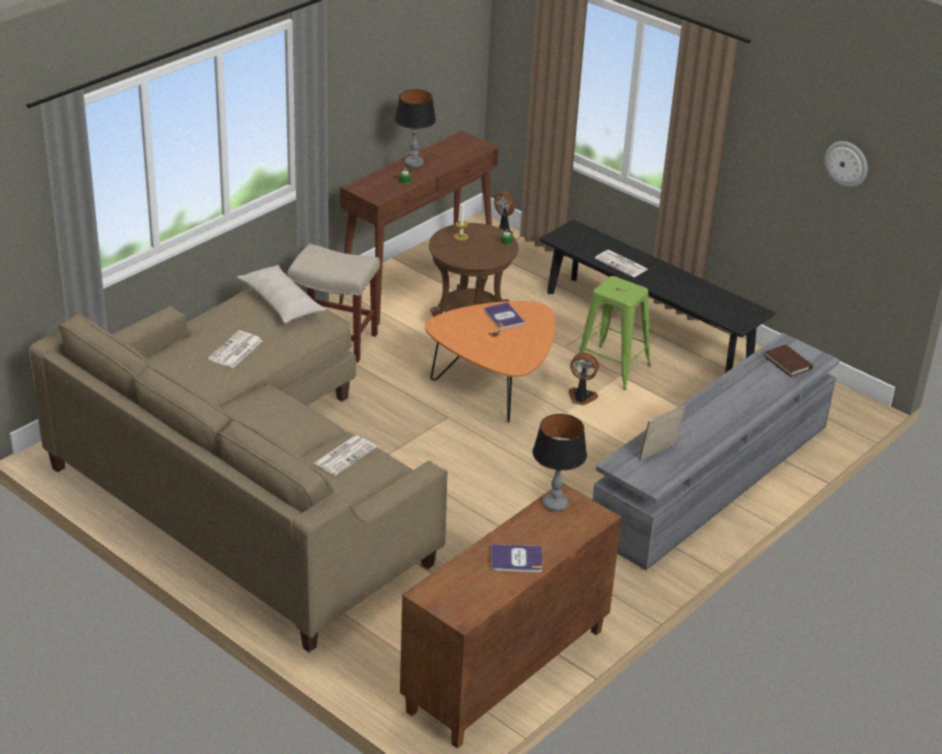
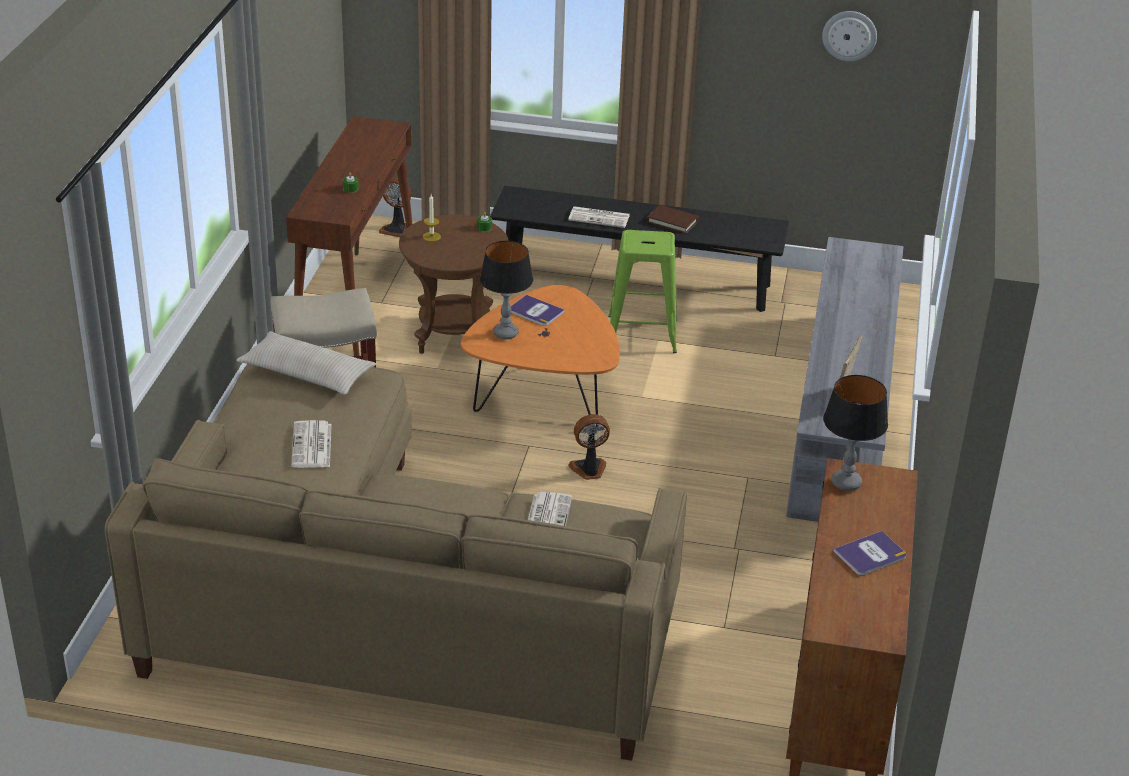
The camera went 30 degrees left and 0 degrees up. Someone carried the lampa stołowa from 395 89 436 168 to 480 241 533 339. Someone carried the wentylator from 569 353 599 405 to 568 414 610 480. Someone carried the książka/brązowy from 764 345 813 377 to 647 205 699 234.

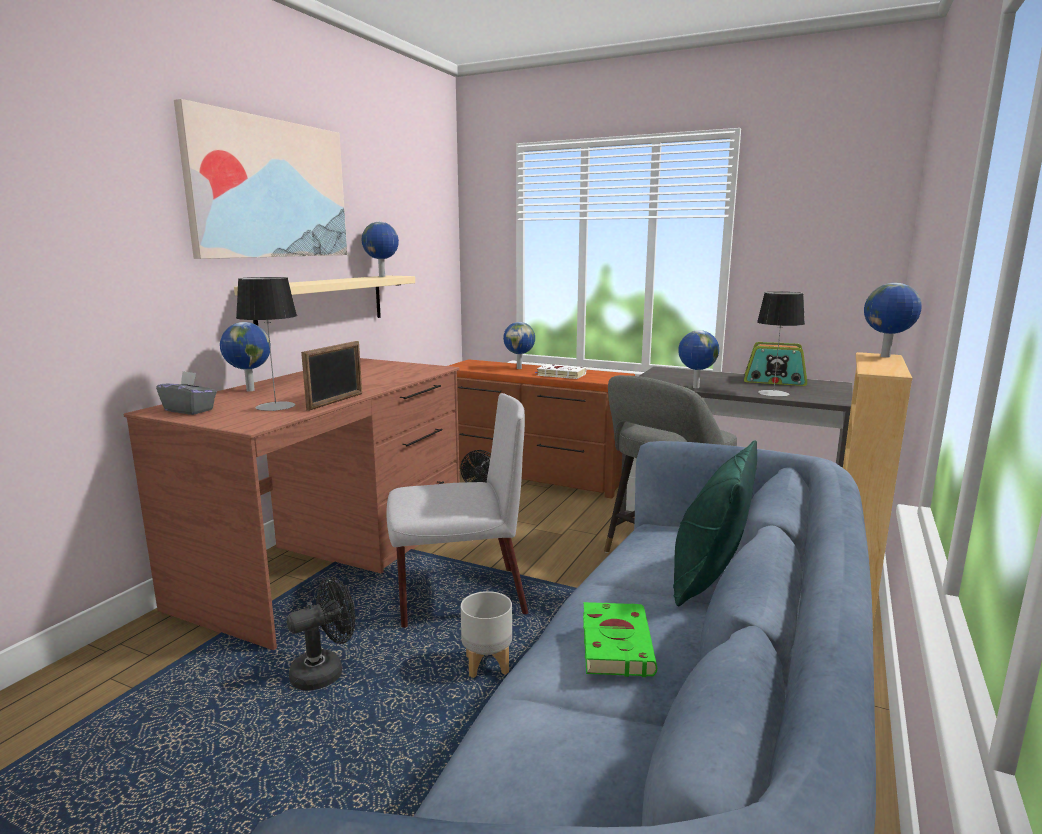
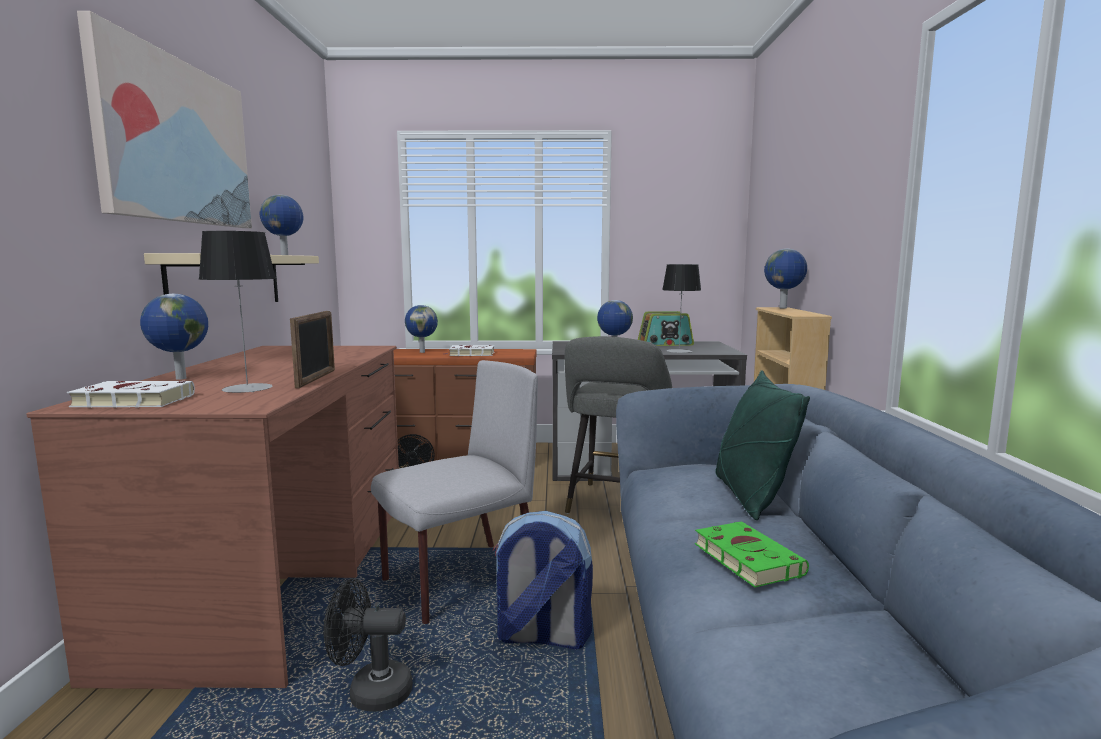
The camera went 25 degrees left and 5 degrees down. Someone swapped the pudełko chusteczek/szary at 156 371 217 415 for the książka/biały at 67 381 195 408. Someone rotated the wentylator/czarny at 287 577 355 691 by 120 degrees counterclockwise. Someone swapped the donica/szary at 461 591 512 678 for the plecak at 492 511 593 650.

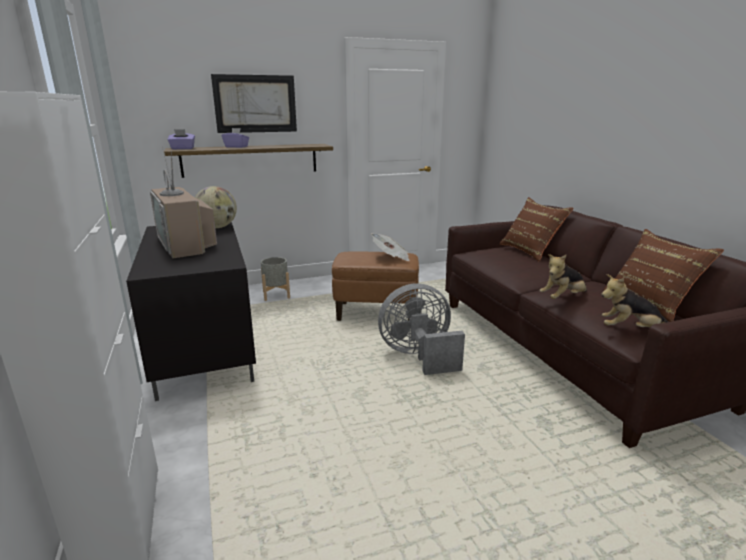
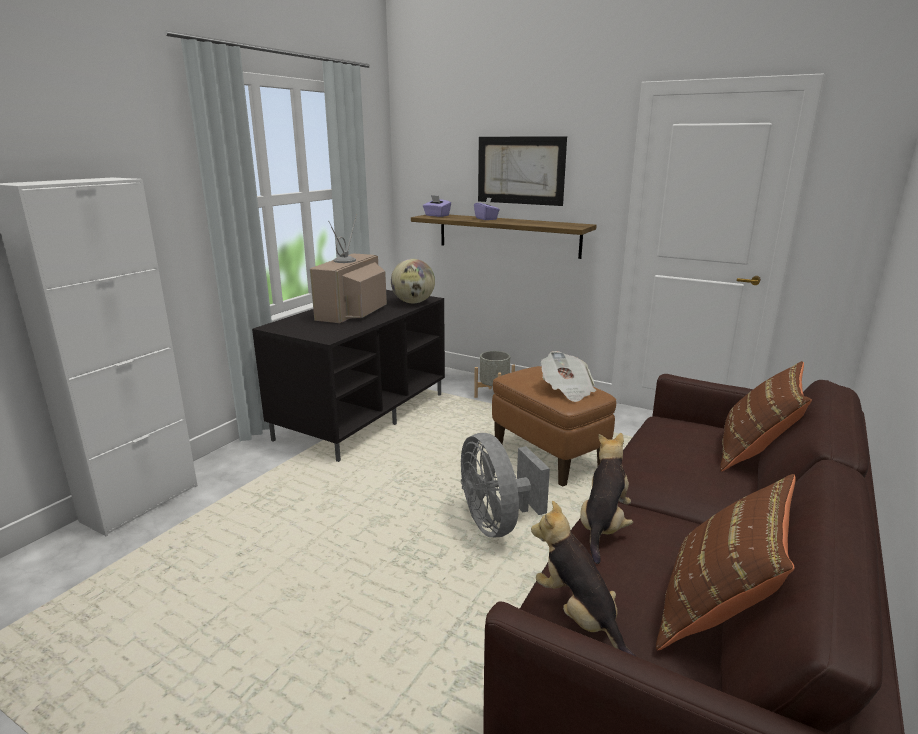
The camera went 50 degrees right and 0 degrees up. Someone rotated the wentylator/szary at 378 283 465 375 by 150 degrees counterclockwise. Someone rotated the pluszak at 539 254 587 299 by 90 degrees clockwise.

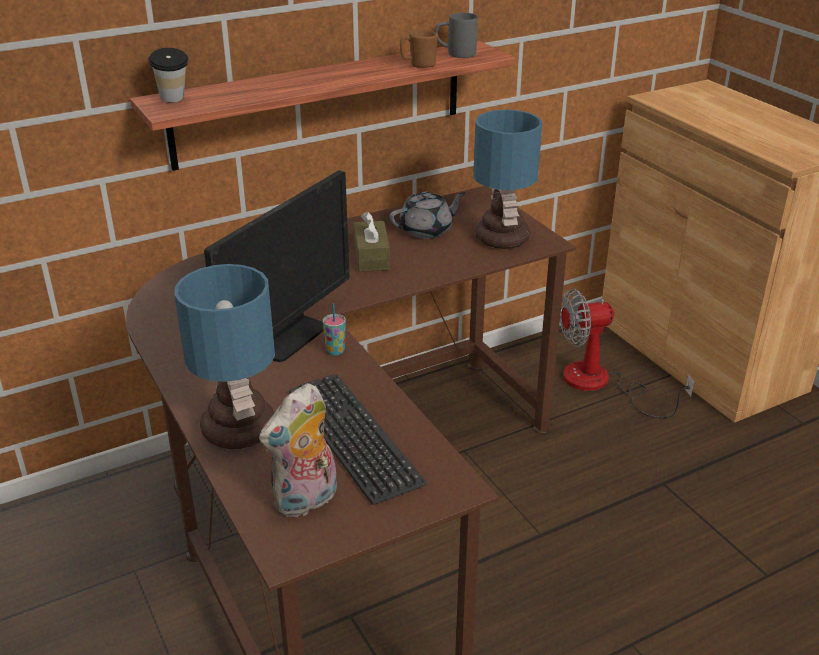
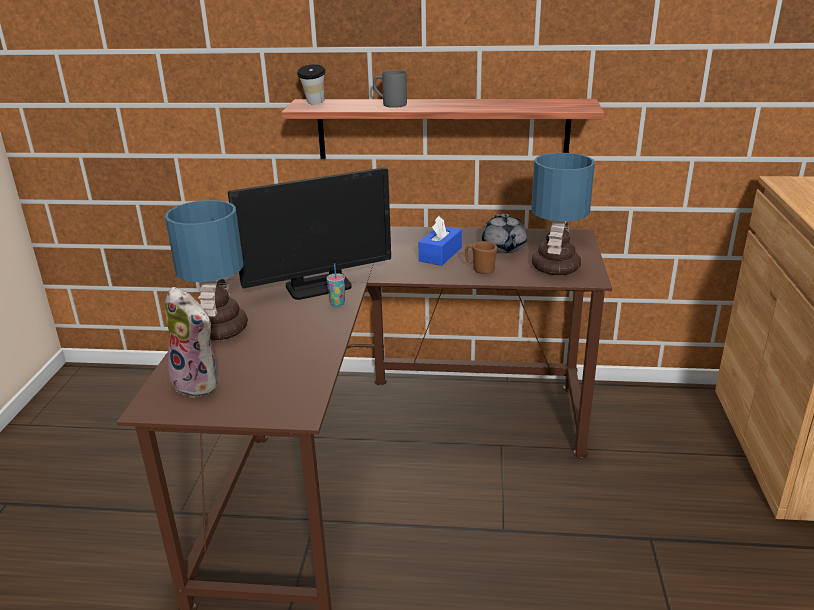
The camera went 35 degrees right and 5 degrees down. Someone rotated the pluszak at 259 383 337 517 by 135 degrees counterclockwise. Someone carried the kubek/szary from 435 13 478 58 to 373 70 407 108. Someone repainted the pudełko chusteczek/brązowy at 354 211 390 272, which became the pudełko chusteczek/niebieski at 419 216 462 266. Someone carried the kubek/brązowy from 400 30 438 68 to 465 241 497 274. Someone rotated the imbryk/szary at 389 192 466 239 by 75 degrees clockwise. Someone took away the klawiatura at 289 374 426 505. Someone took away the wentylator at 560 288 694 418.

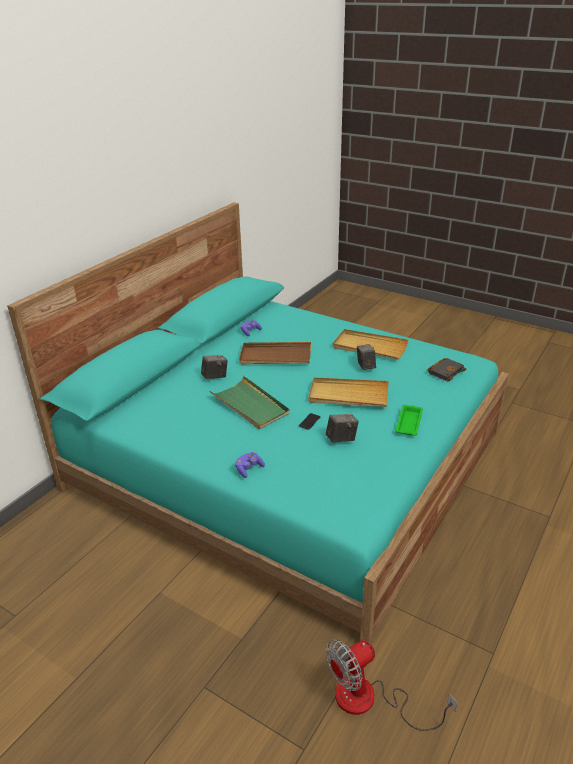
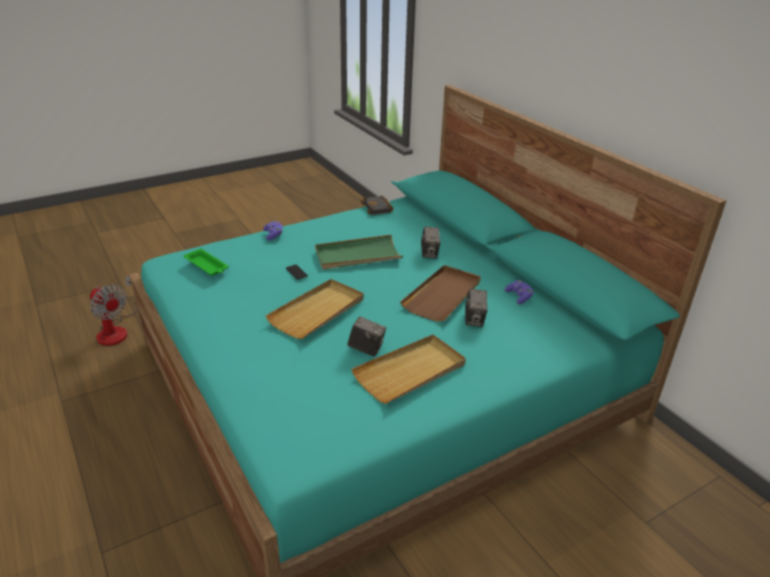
The camera went 115 degrees right and 0 degrees up. Someone rotated the wentylator at 326 640 457 731 by 135 degrees clockwise. Someone carried the taca/zielony from 395 405 423 436 to 184 248 229 276. Someone carried the książka/czarny from 427 358 466 381 to 360 196 394 215. Someone carried the aparat fotograficzny from 326 414 359 443 to 465 289 487 327.

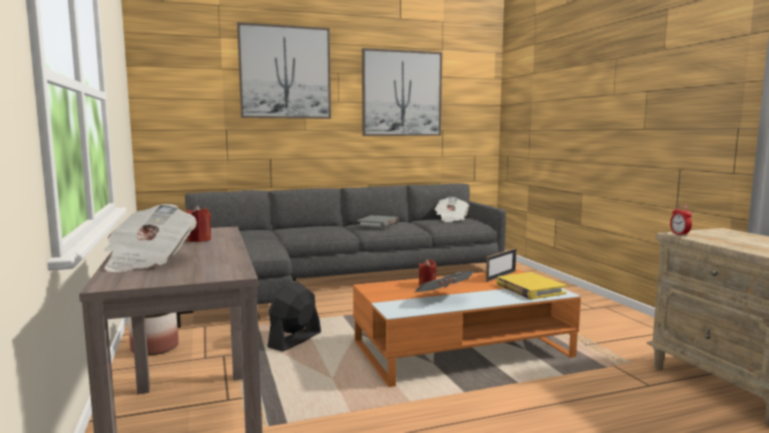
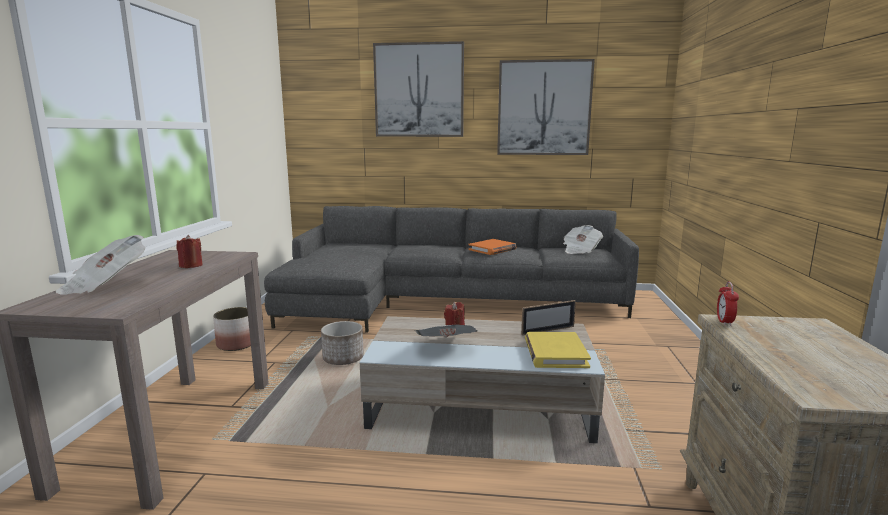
The camera went 25 degrees right and 5 degrees up. Someone swapped the wentylator/czarny at 267 281 321 352 for the donica at 321 321 364 365. Someone repainted the ława/pomarańczowy at 353 269 581 387, which became the ława/beżowy at 360 316 605 443. Someone repainted the książka/szary at 357 215 398 228, which became the książka/pomarańczowy at 468 239 516 255.

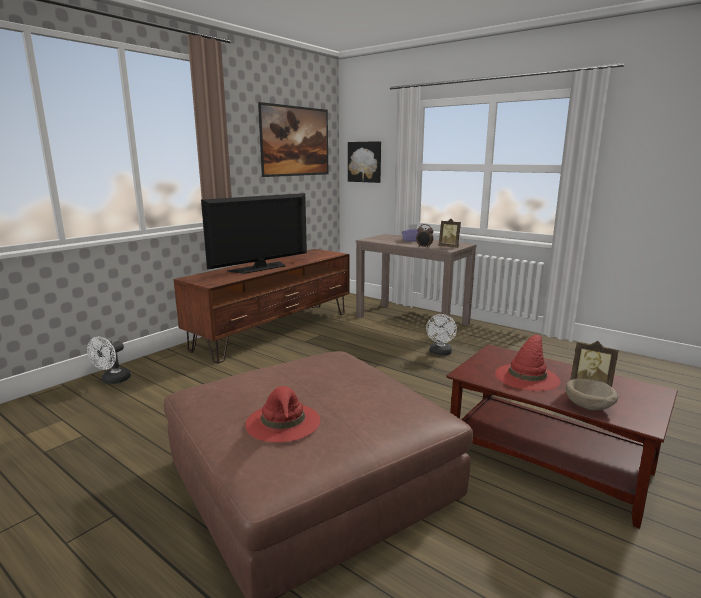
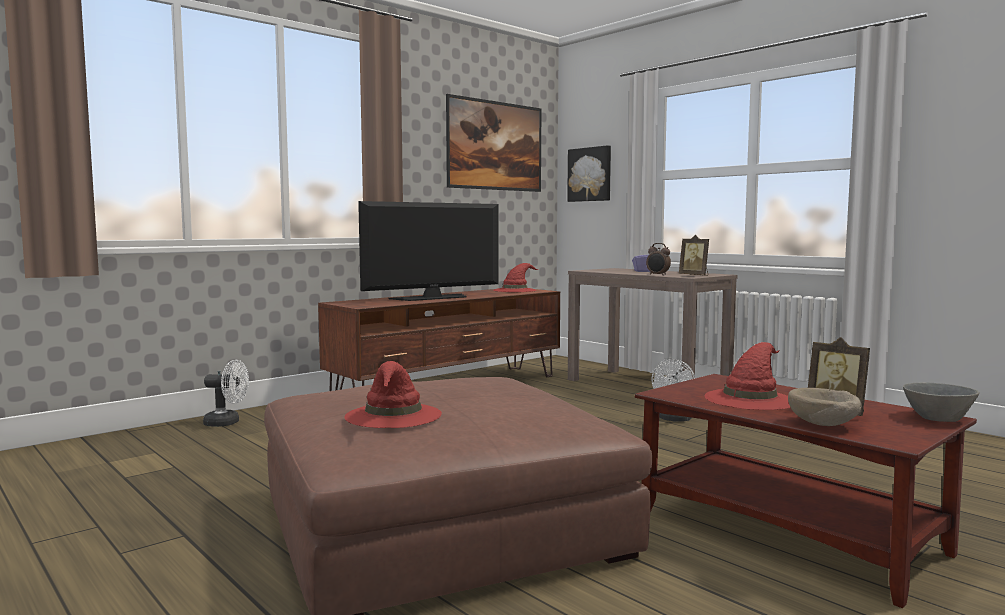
The camera went 10 degrees right and 10 degrees down. Someone rotated the wentylator/biały at 87 337 131 384 by 120 degrees counterclockwise. Someone put down the kapelusz/czerwony at 493 263 538 292. Someone put down the miska/szary at 903 383 980 422.

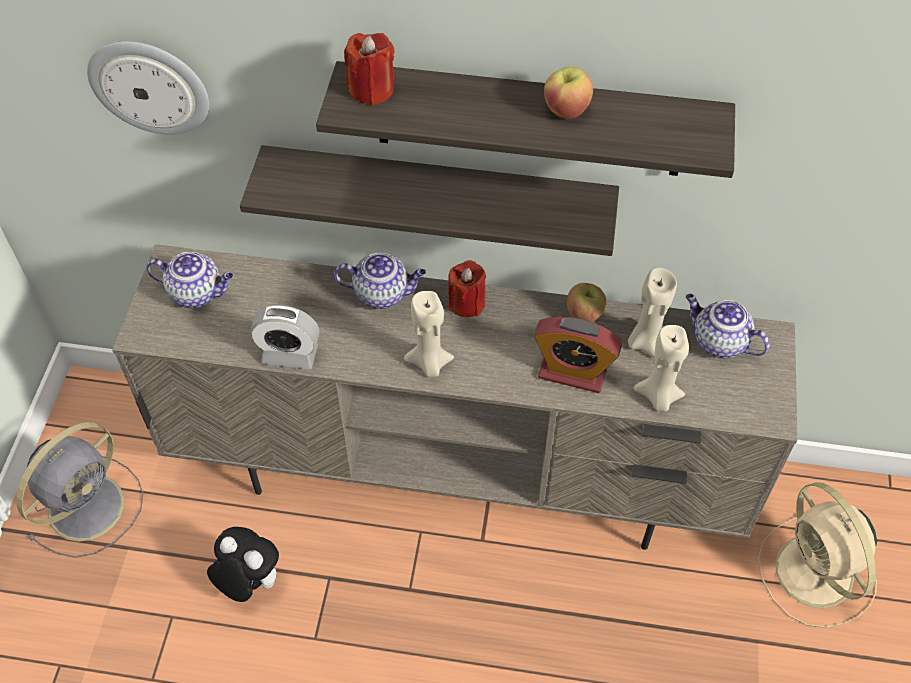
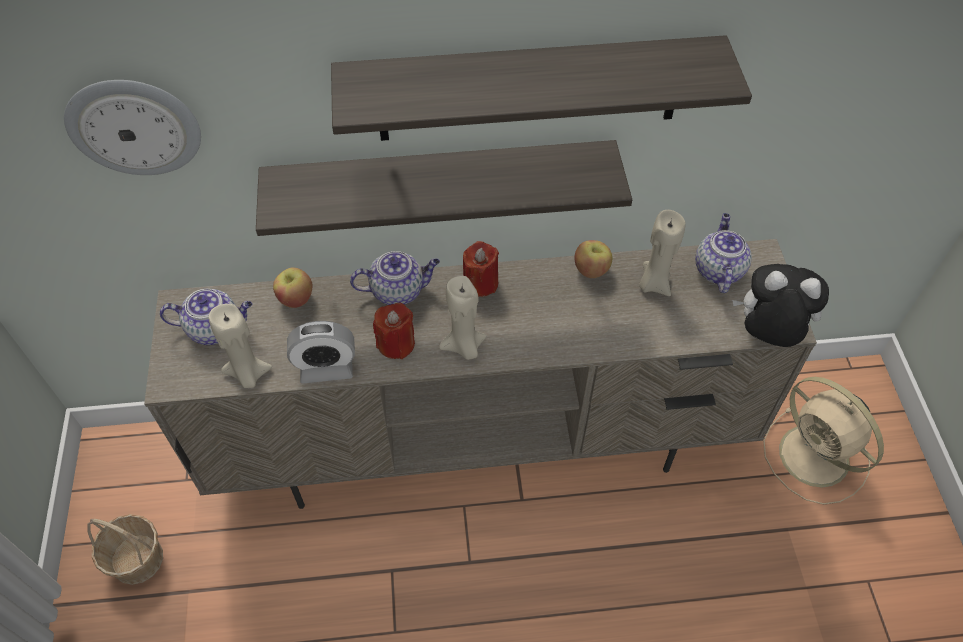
The camera went 15 degrees left and 0 degrees up. Someone swapped the wentylator/szary at 16 422 144 558 for the koszyk at 87 514 163 585. Someone carried the świeca/beżowy from 634 325 689 412 to 209 304 272 388. Someone carried the jabłko from 544 67 593 119 to 273 268 313 308. Someone carried the świeca/czerwony from 344 33 394 106 to 373 302 415 359. Someone rotated the imbryk at 686 294 770 358 by 75 degrees clockwise. Someone carried the pluszak from 207 527 279 602 to 732 264 829 347. Someone took away the budzik at 534 316 622 393.

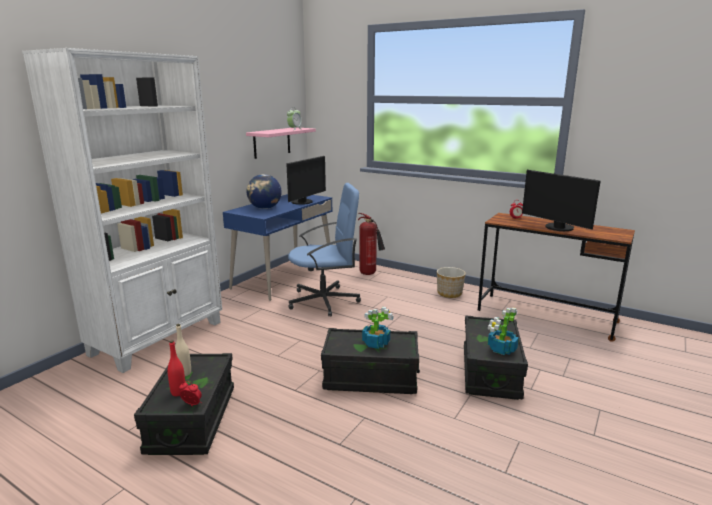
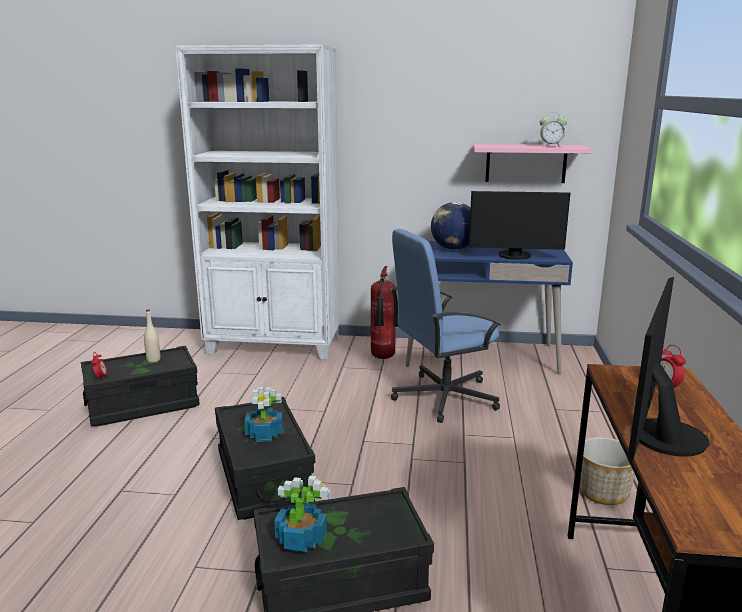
The camera went 65 degrees right and 0 degrees up. Someone carried the gaśnica from 358 213 385 275 to 371 266 396 359. Someone rotated the krzesło biurowe/niebieski at 288 183 361 316 by 105 degrees clockwise. Someone took away the butelka/czerwony at 167 340 185 396.

